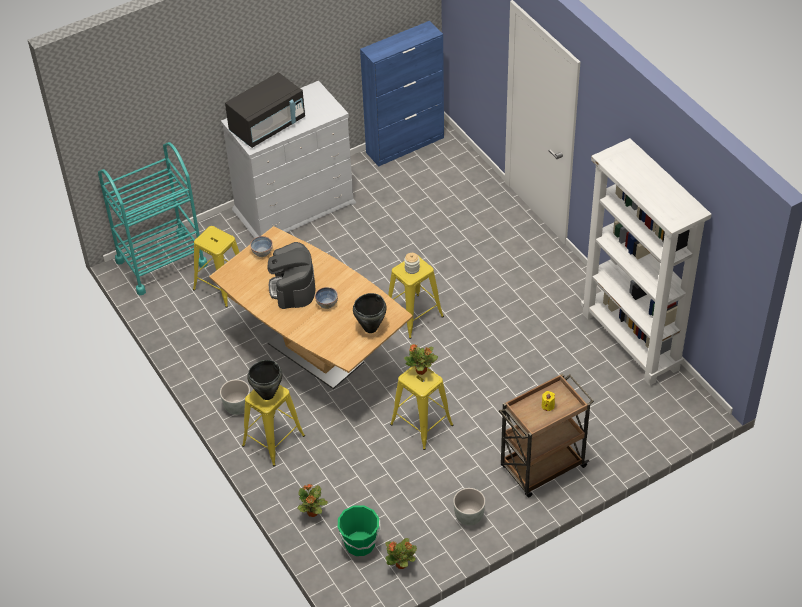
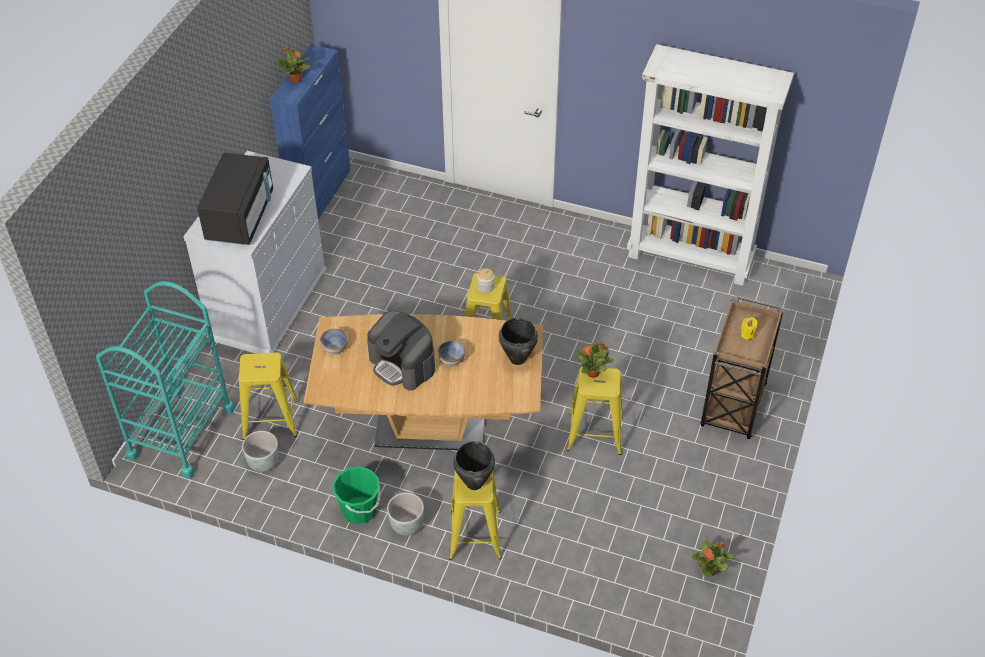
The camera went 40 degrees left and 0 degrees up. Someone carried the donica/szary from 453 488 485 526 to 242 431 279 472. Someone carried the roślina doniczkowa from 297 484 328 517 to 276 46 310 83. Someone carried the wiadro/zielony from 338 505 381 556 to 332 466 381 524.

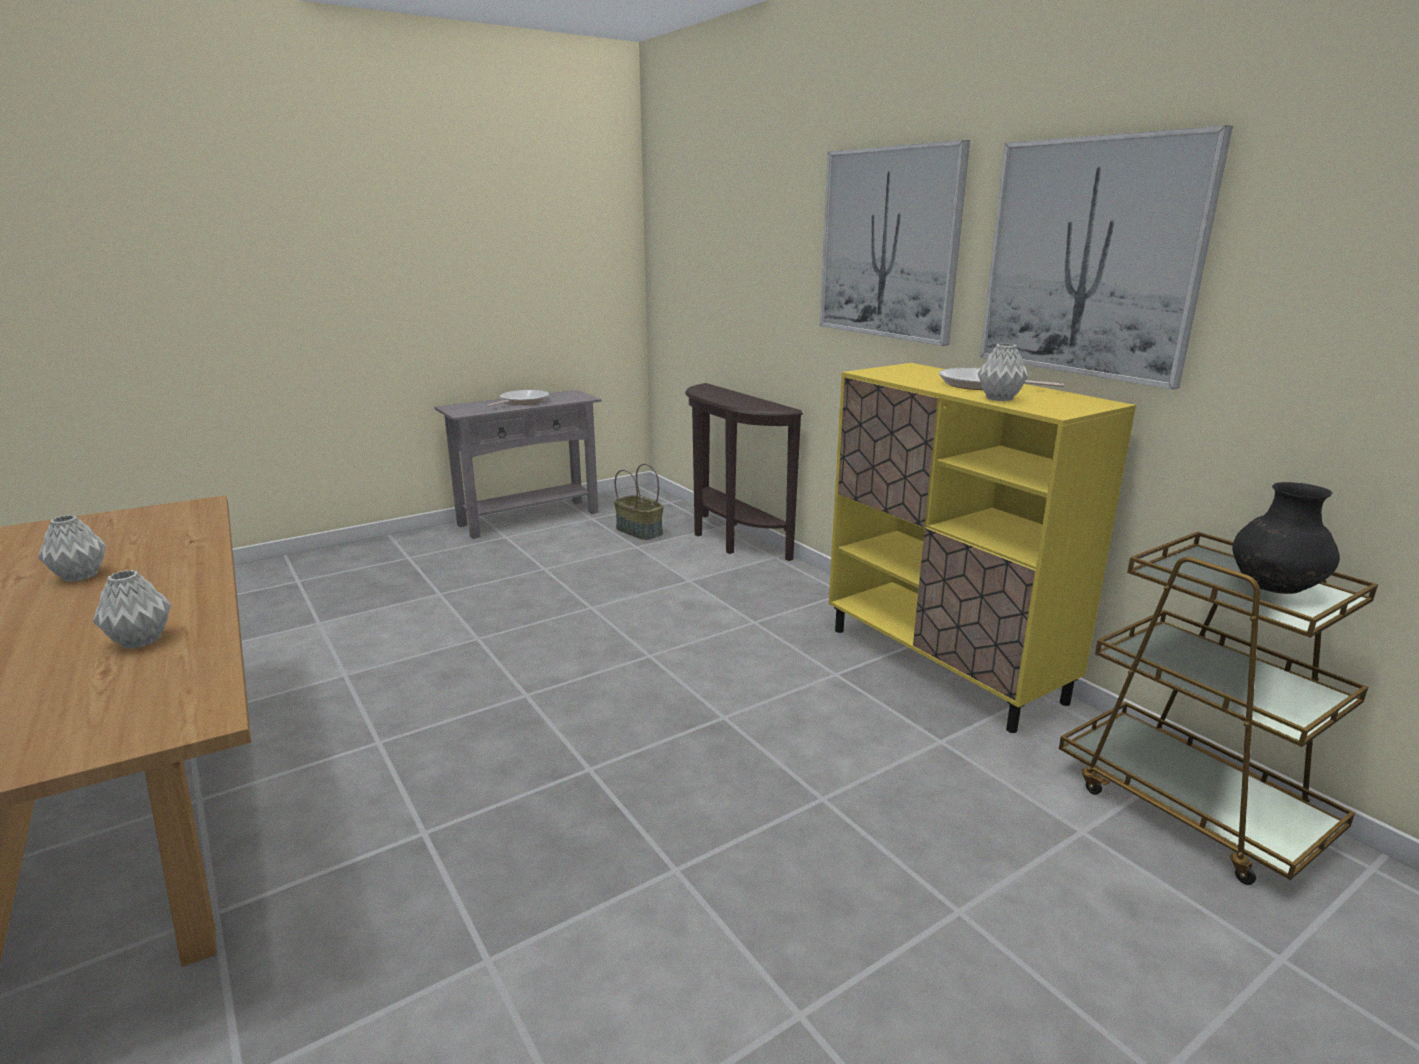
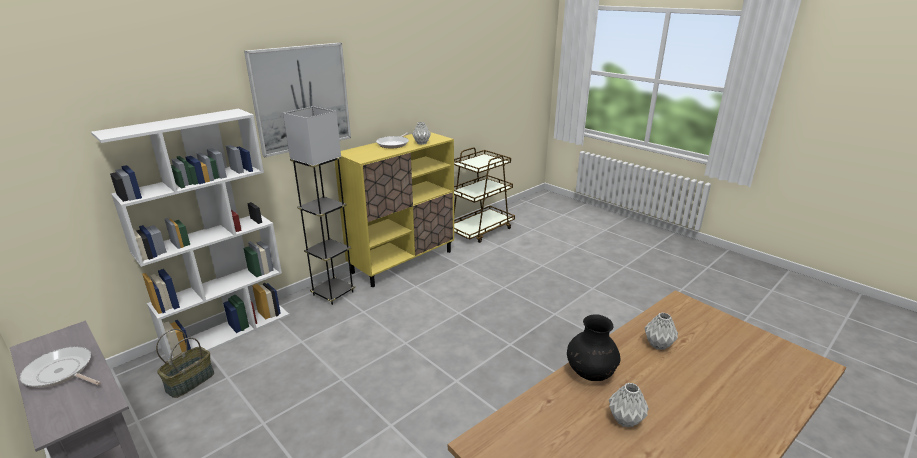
The camera went 100 degrees left and 5 degrees up. Someone swapped the stolik konsolowy/brązowy at 685 383 803 561 for the regał/biały at 91 109 290 360. Someone put down the lampa stojąca/szary at 283 106 355 305. Someone carried the wazon/czarny from 1232 482 1340 594 to 567 314 620 381. Someone took away the obraz at 980 125 1233 389.

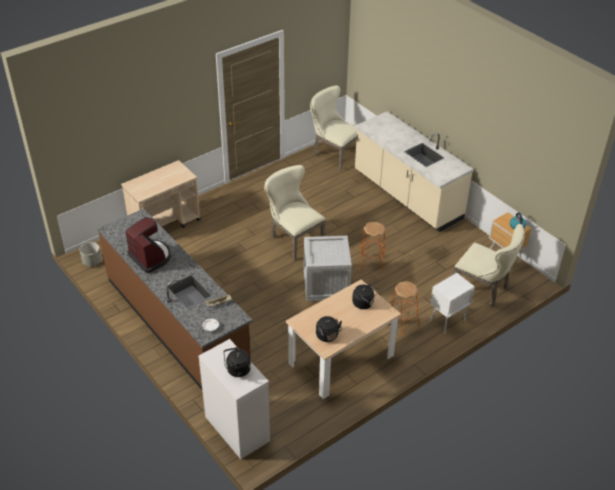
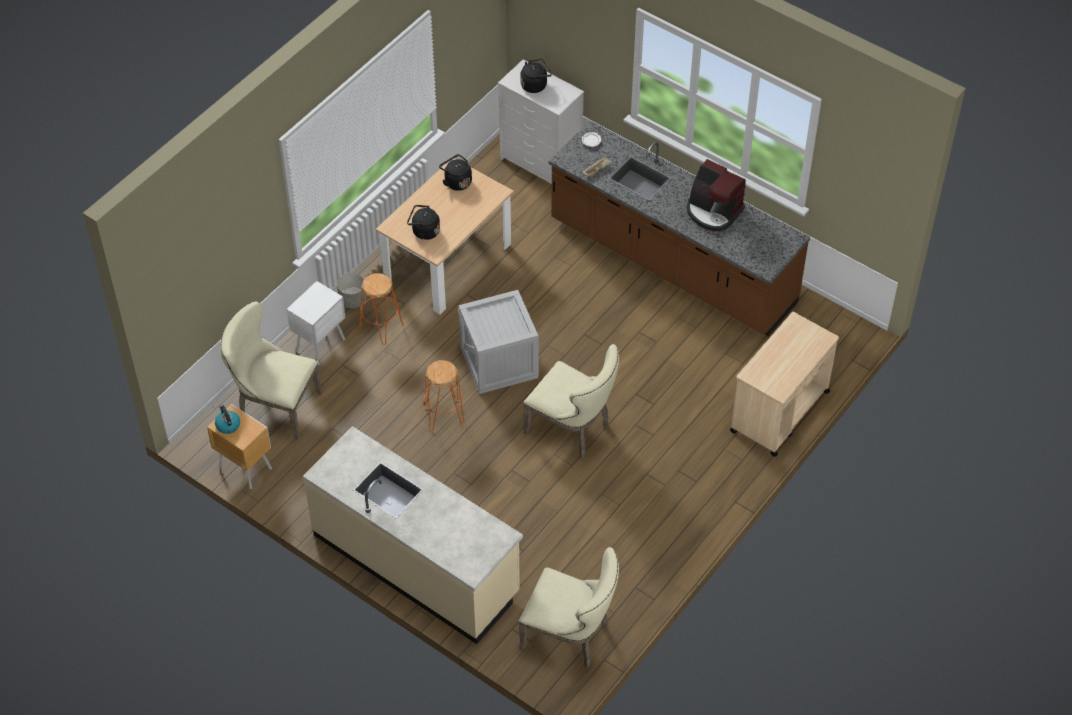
The camera went 165 degrees right and 10 degrees up. Someone carried the donica/szary from 80 242 101 266 to 337 273 366 308.

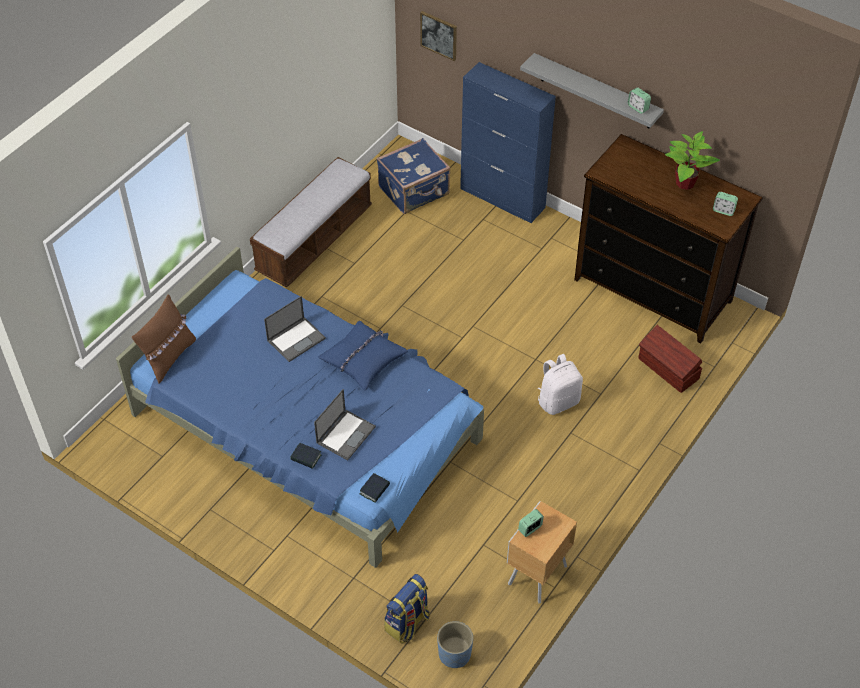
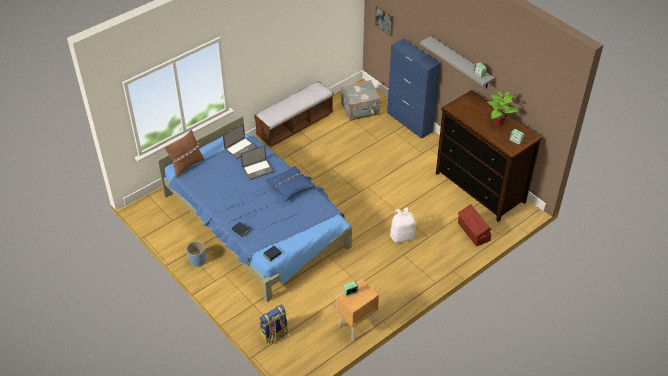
The camera went 15 degrees right and 5 degrees down. Someone carried the donica/niebieski from 437 621 473 668 to 186 241 206 267. Someone carried the laptop from 314 389 376 461 to 223 124 257 159. Someone repainted the walizka/niebieski at 377 138 450 214, which became the walizka/szary at 341 80 381 121.

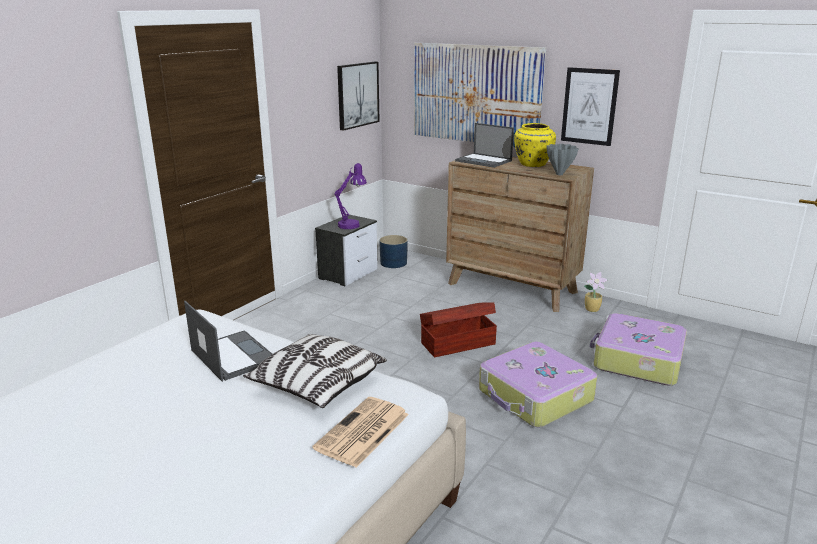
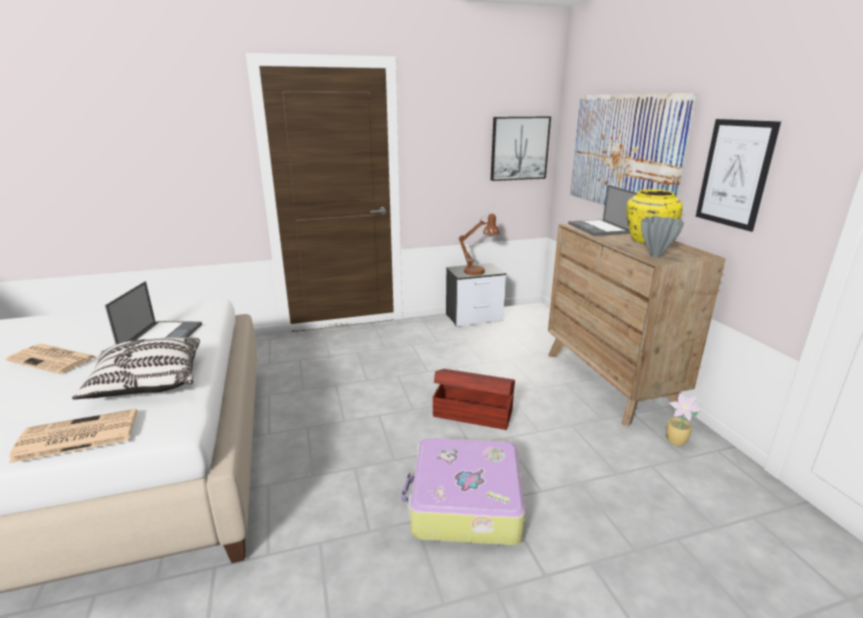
The camera went 40 degrees right and 0 degrees up. Someone put down the gazeta at 5 344 96 374. Someone repainted the lampa stołowa/fioletowy at 334 163 367 229, which became the lampa stołowa/brązowy at 458 214 499 275. Someone took away the donica/niebieski at 379 235 408 268. Someone took away the walizka at 590 313 687 385.

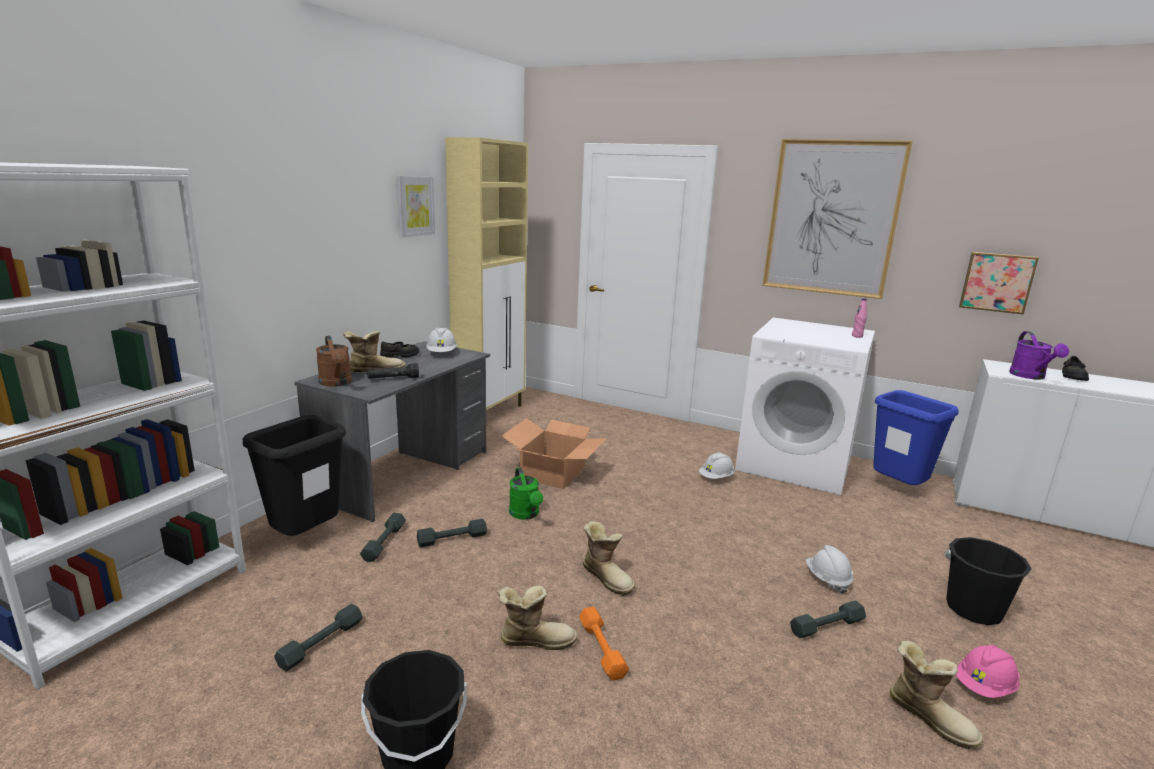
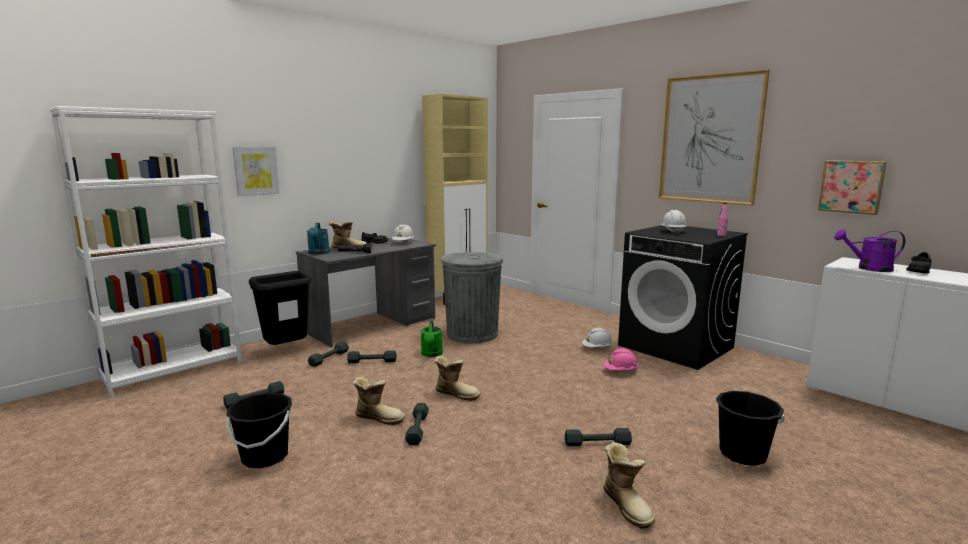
The camera went 20 degrees right and 5 degrees down. Someone carried the obraz from 396 176 435 237 to 233 147 280 196. Someone repainted the konewka/brązowy at 316 336 352 387, which became the konewka/turkusowy at 307 223 330 255. Someone repainted the hantel/pomarańczowy at 579 607 629 681, which became the hantel/szary at 405 403 429 445. Someone rotated the but z cholewką at 583 521 635 596 by 45 degrees counterclockwise. Someone swapped the karton at 502 418 607 489 for the kosz na śmieci/szary at 441 252 503 343. Someone carried the kask/różowy from 956 645 1020 698 to 604 348 639 370. Someone repainted the pralka/biały at 735 317 875 495, which became the pralka/czarny at 618 225 748 370. Someone carried the kask/biały from 806 545 853 594 to 661 210 687 234. Someone rotated the konewka/fioletowy at 1009 331 1069 380 by 75 degrees clockwise. Someone took away the kosz na śmieci/niebieski at 873 390 959 485.

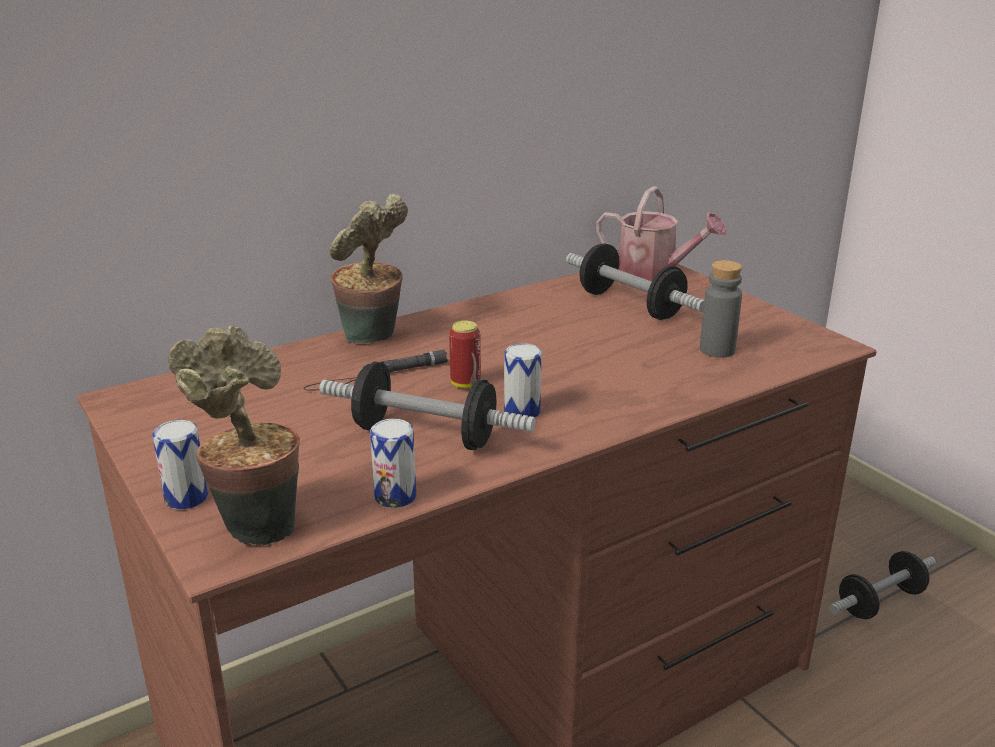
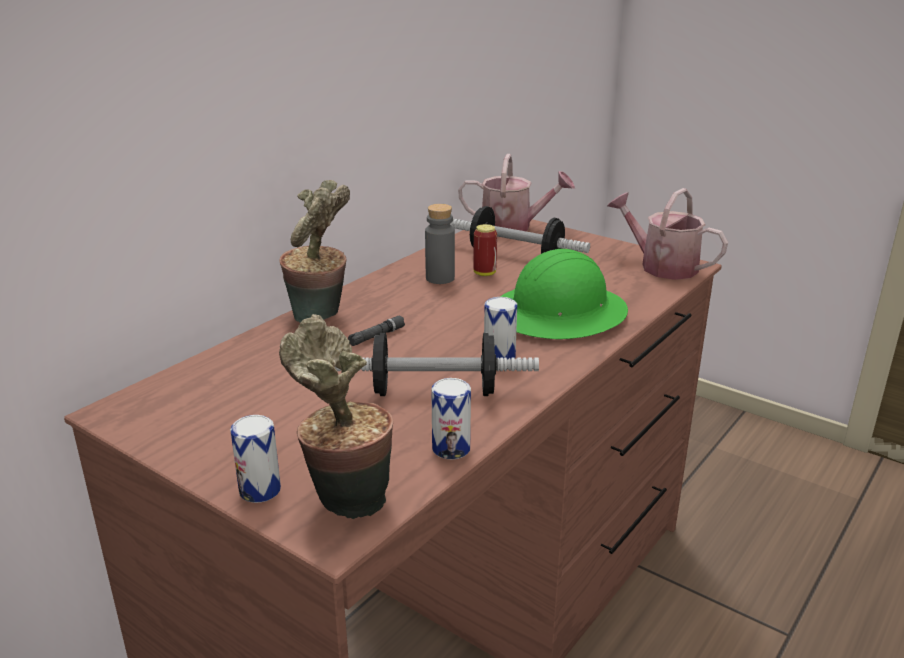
The camera went 20 degrees left and 0 degrees up. Someone carried the butelka/szary from 700 260 742 358 to 425 204 455 284. Someone carried the puszka from 449 320 481 388 to 473 224 497 276. Someone put down the kask/zielony at 500 249 628 339. Someone put down the konewka at 607 188 728 280. Someone took away the hantel at 829 551 936 619.

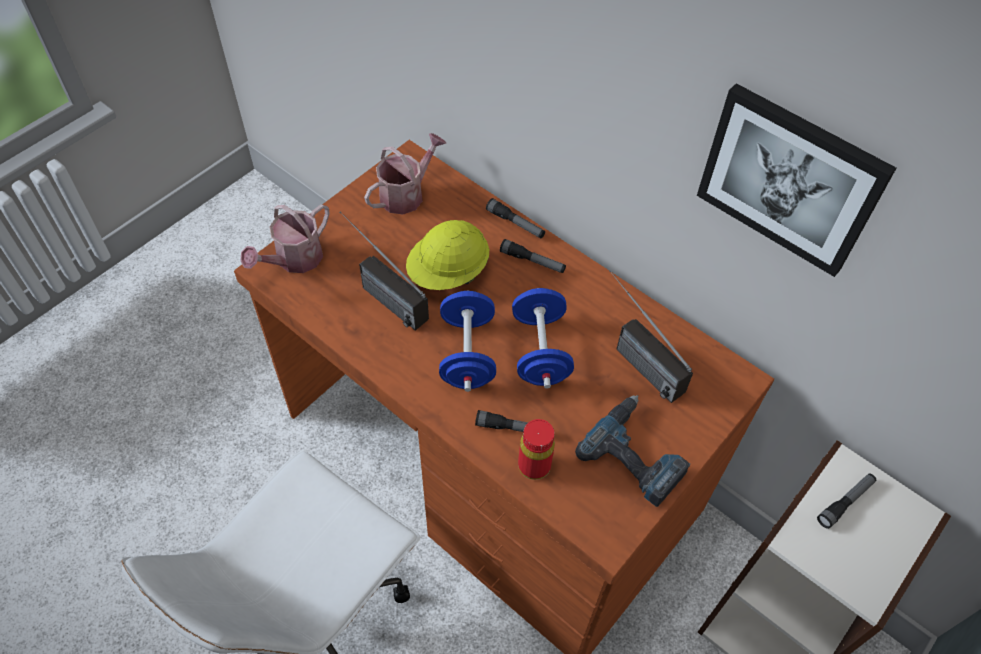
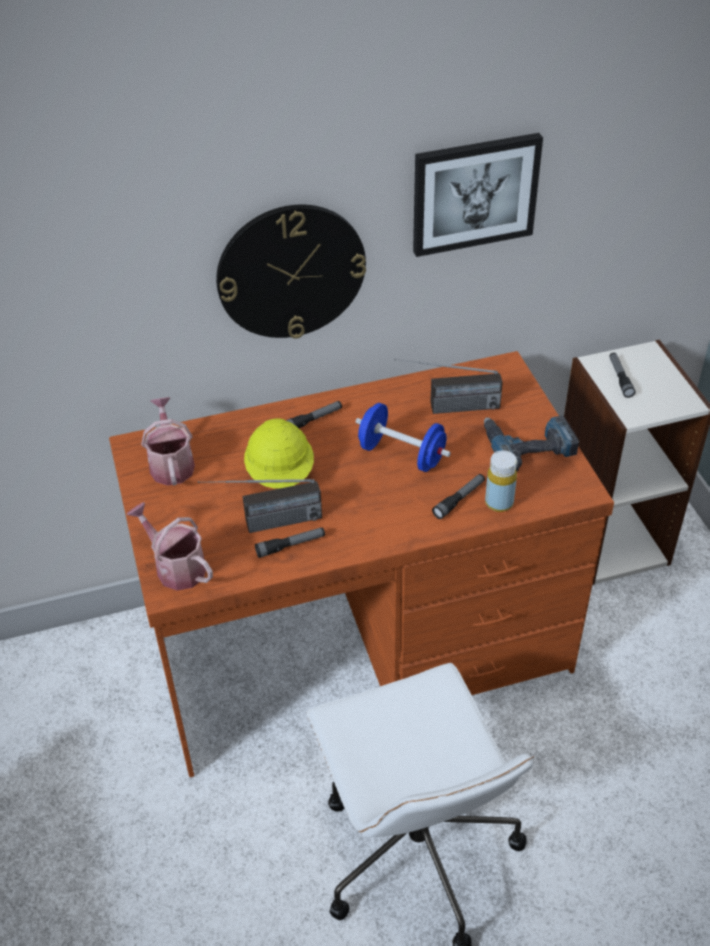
The camera went 55 degrees left and 10 degrees down. Someone rotated the konewka at 241 204 330 273 by 150 degrees clockwise. Someone put up the zegar ścienny at 216 205 366 339. Someone carried the latarka from 486 198 545 238 to 255 527 325 558. Someone repainted the butelka/czerwony at 518 419 555 480, which became the butelka/żółty at 485 451 517 512. Someone took away the hantel/niebieski at 439 290 496 392.

